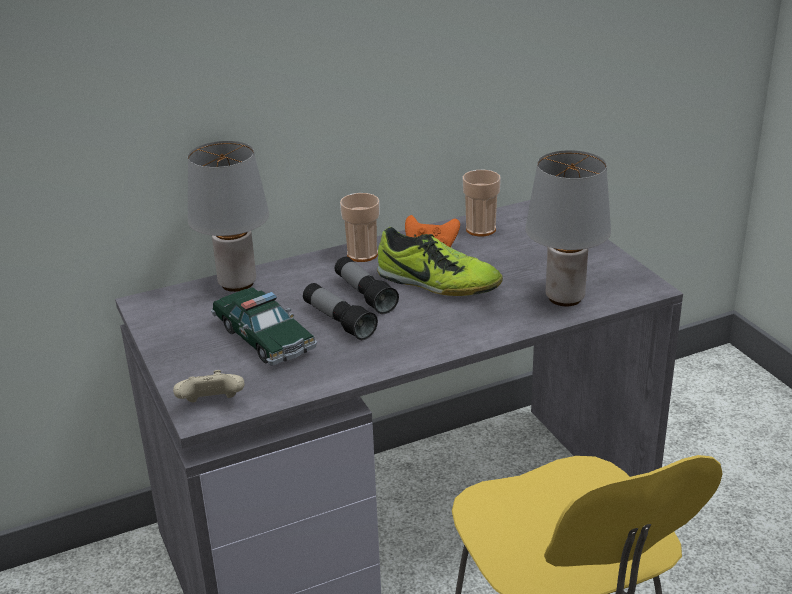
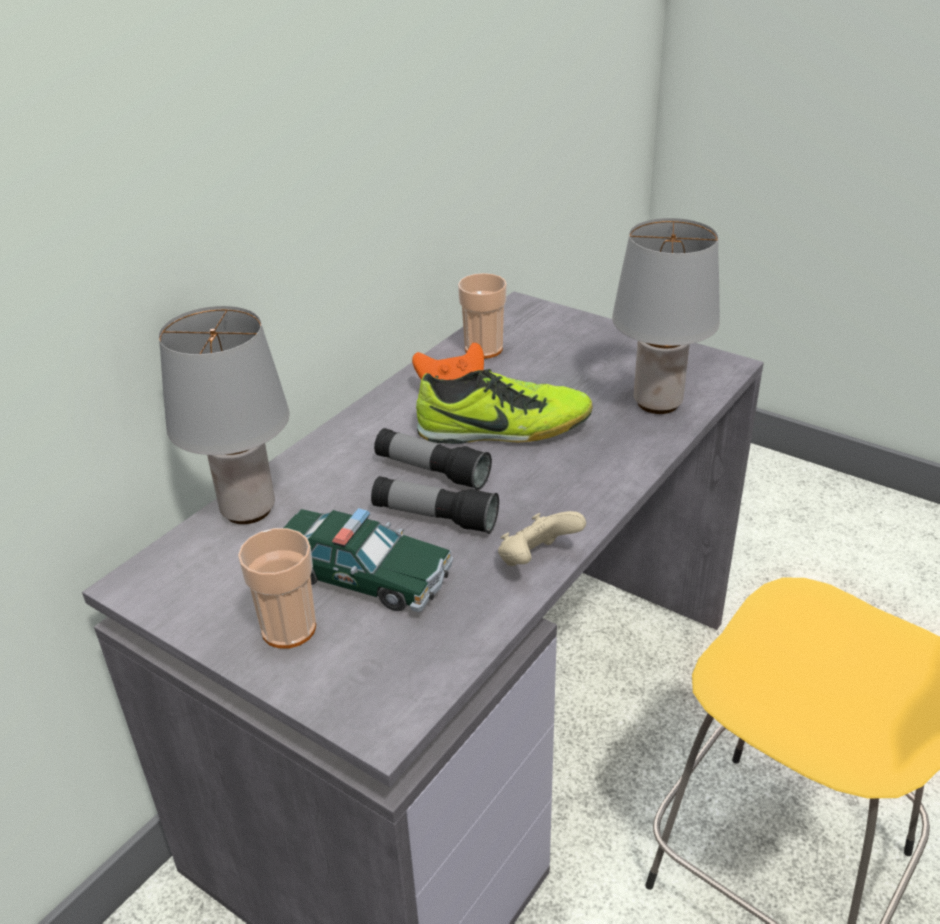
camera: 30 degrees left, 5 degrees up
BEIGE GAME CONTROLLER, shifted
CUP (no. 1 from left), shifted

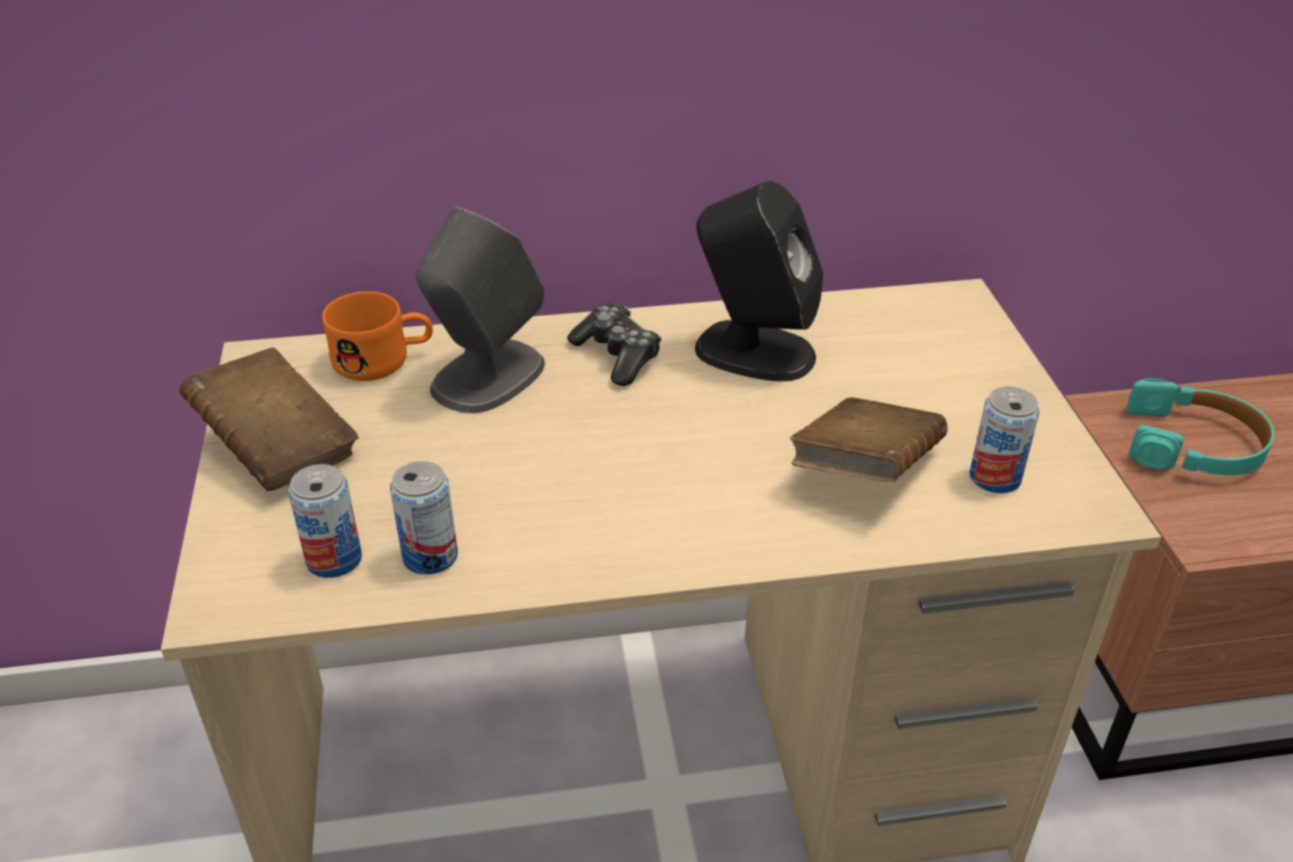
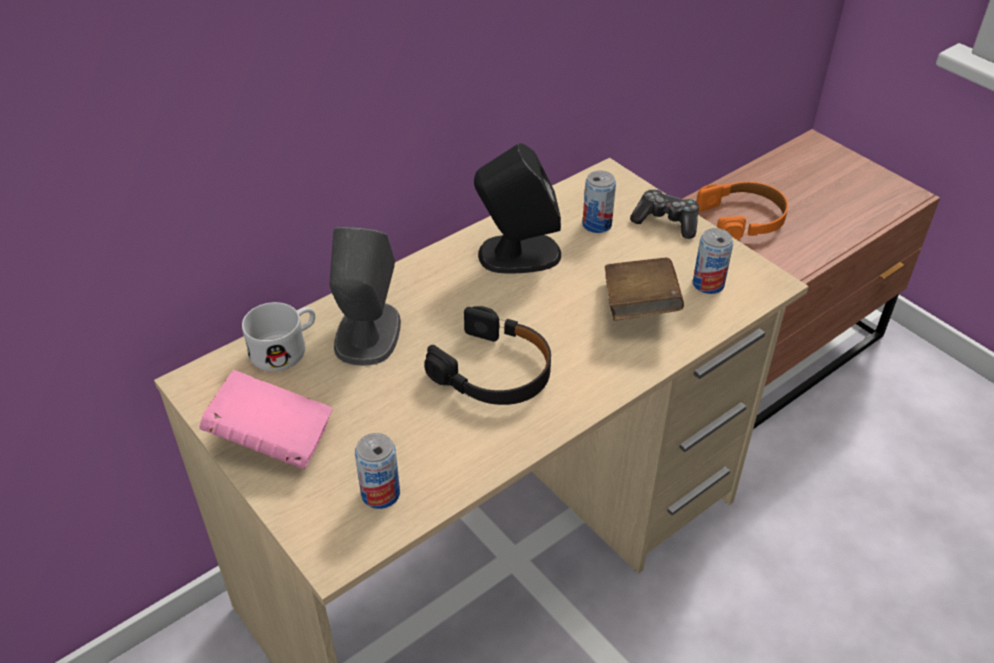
camera: 30 degrees left, 5 degrees up
none -> BLACK HEADPHONES
CAN (no. 2 from left), shifted
GAME CONTROLLER, shifted
BROWN BOOK (no. 1 from left) -> PINK BOOK
ORANGE MUG -> WHITE MUG
TURQUOISE HEADPHONES -> ORANGE HEADPHONES

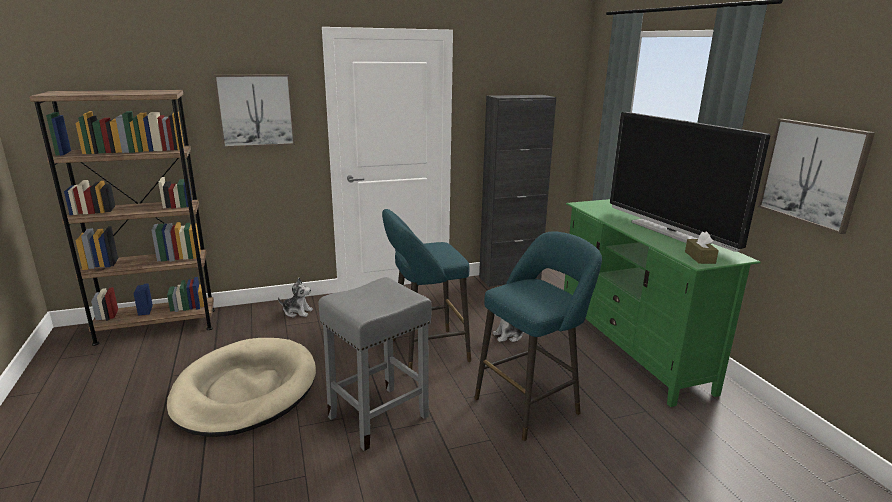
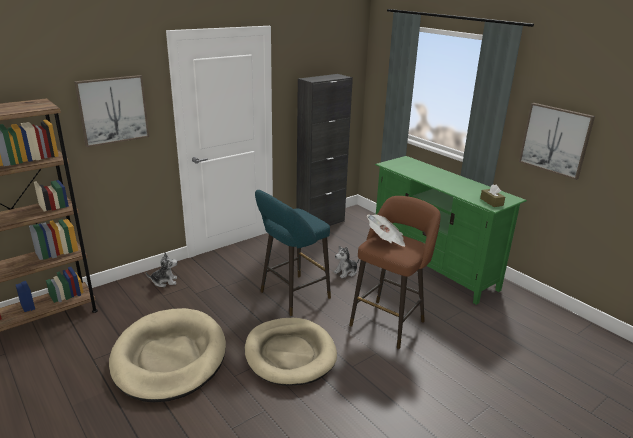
camera: 20 degrees left, 5 degrees up
TELEVISION -> none
none -> NEWSPAPER
GREY STOOL -> BEIGE DOG BED (no. 2 from left)
TURQUOISE STOOL (no. 2 from left) -> BROWN STOOL

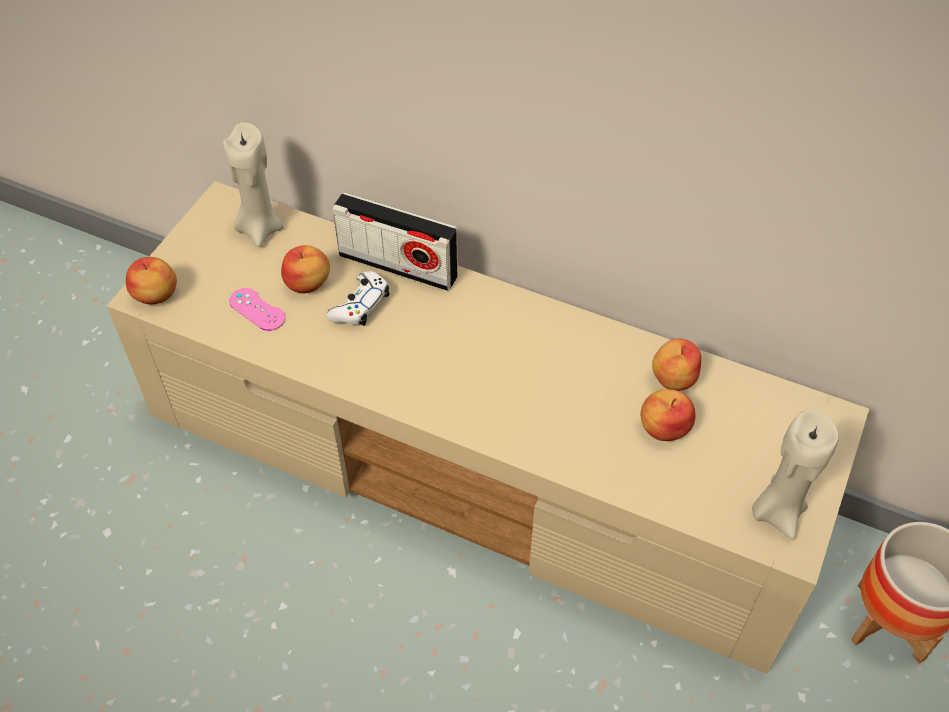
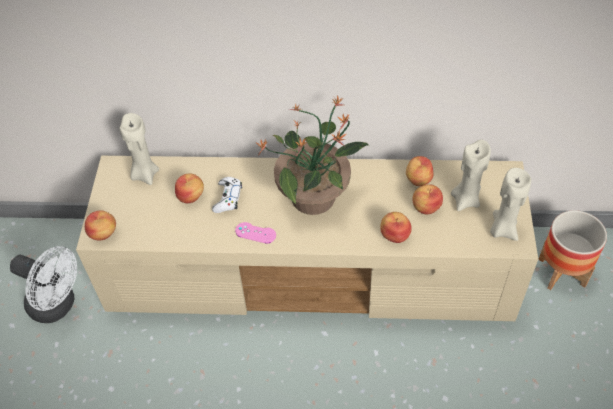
camera: 20 degrees left, 0 degrees up
RADIO -> none
none -> WHITE FAN
none -> POTTED PLANT
none -> APPLE (no. 3 from left)
none -> BEIGE CANDLE (no. 2 from left)
PINK GAME CONTROLLER, shifted

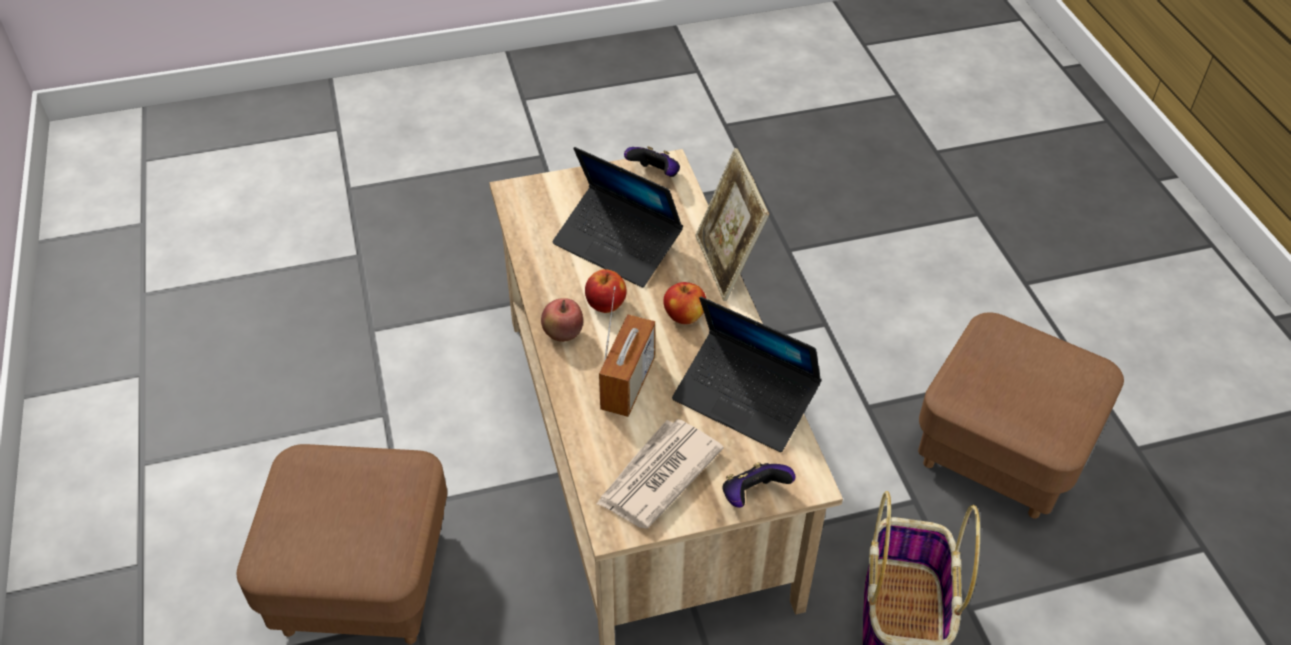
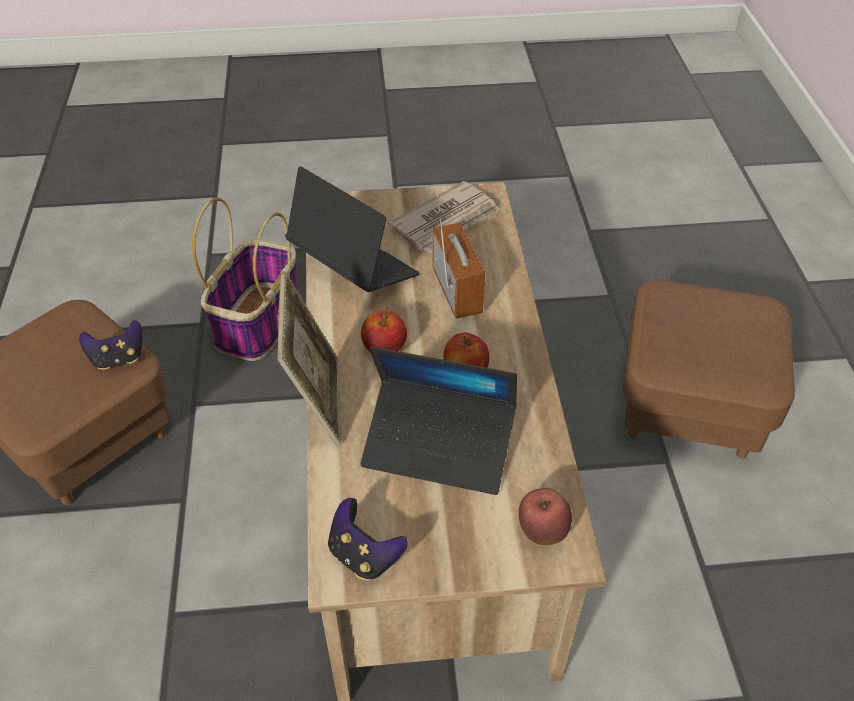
camera: 170 degrees left, 0 degrees up
APPLE (no. 1 from left in the first image) -> APPLE (no. 3 from left), shifted
GAME CONTROLLER (no. 2 from left in the first image) -> GAME CONTROLLER (no. 1 from left), shifted
LAPTOP (no. 1 from left in the first image) -> LAPTOP (no. 2 from left), 150 degrees clockwise
RADIO, 135 degrees clockwise

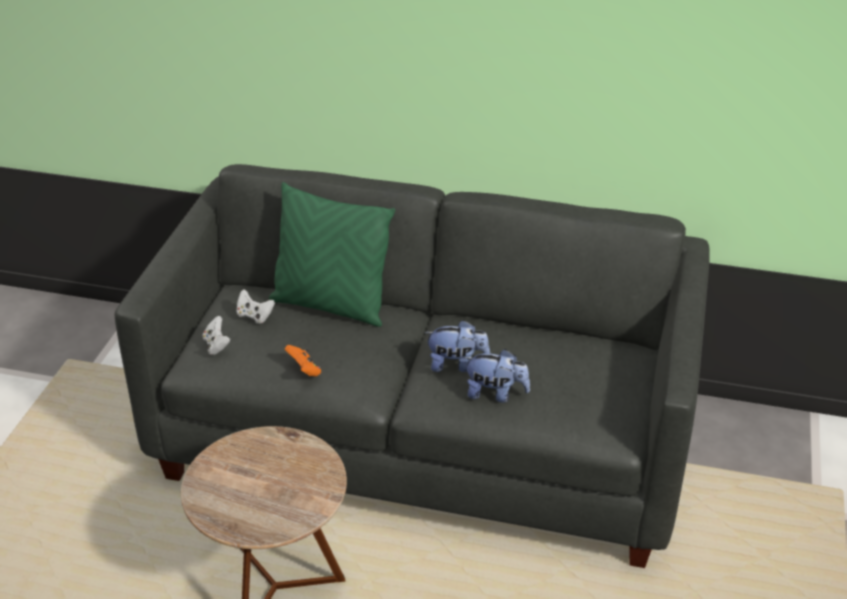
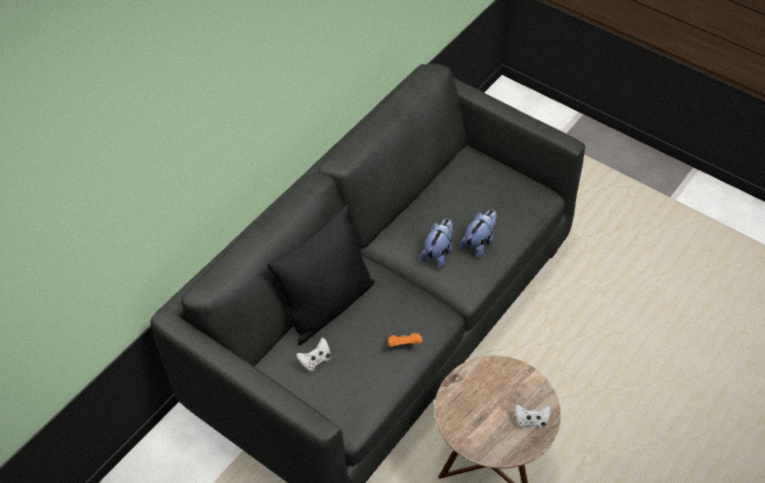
camera: 65 degrees left, 15 degrees up
WHITE GAME CONTROLLER (no. 1 from left in the first image) -> WHITE GAME CONTROLLER (no. 2 from left), shifted
GREEN PILLOW -> BLACK PILLOW

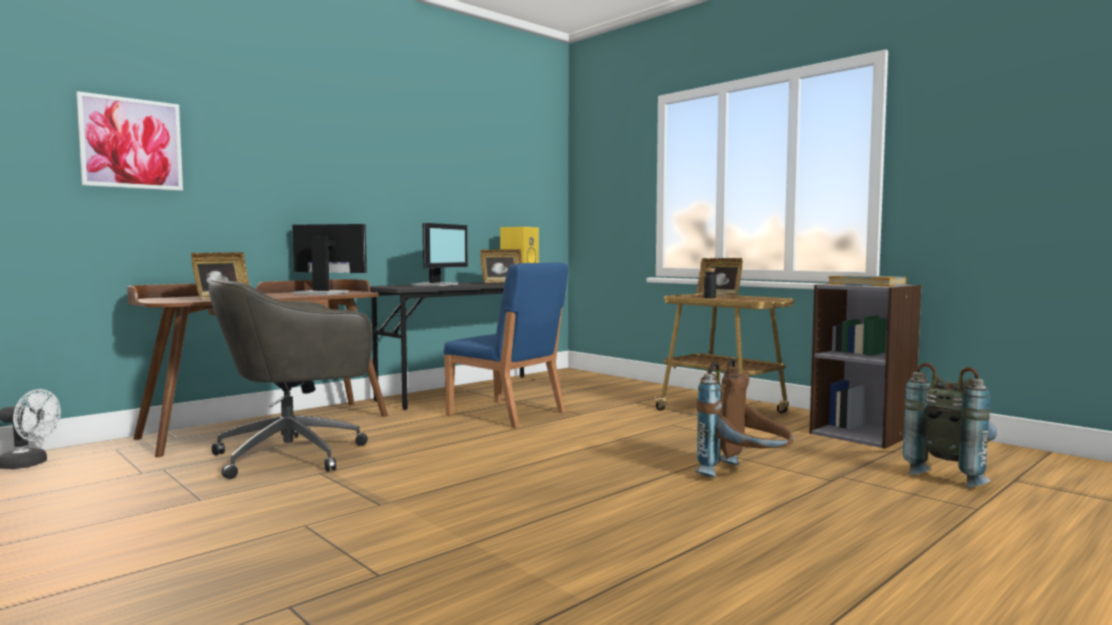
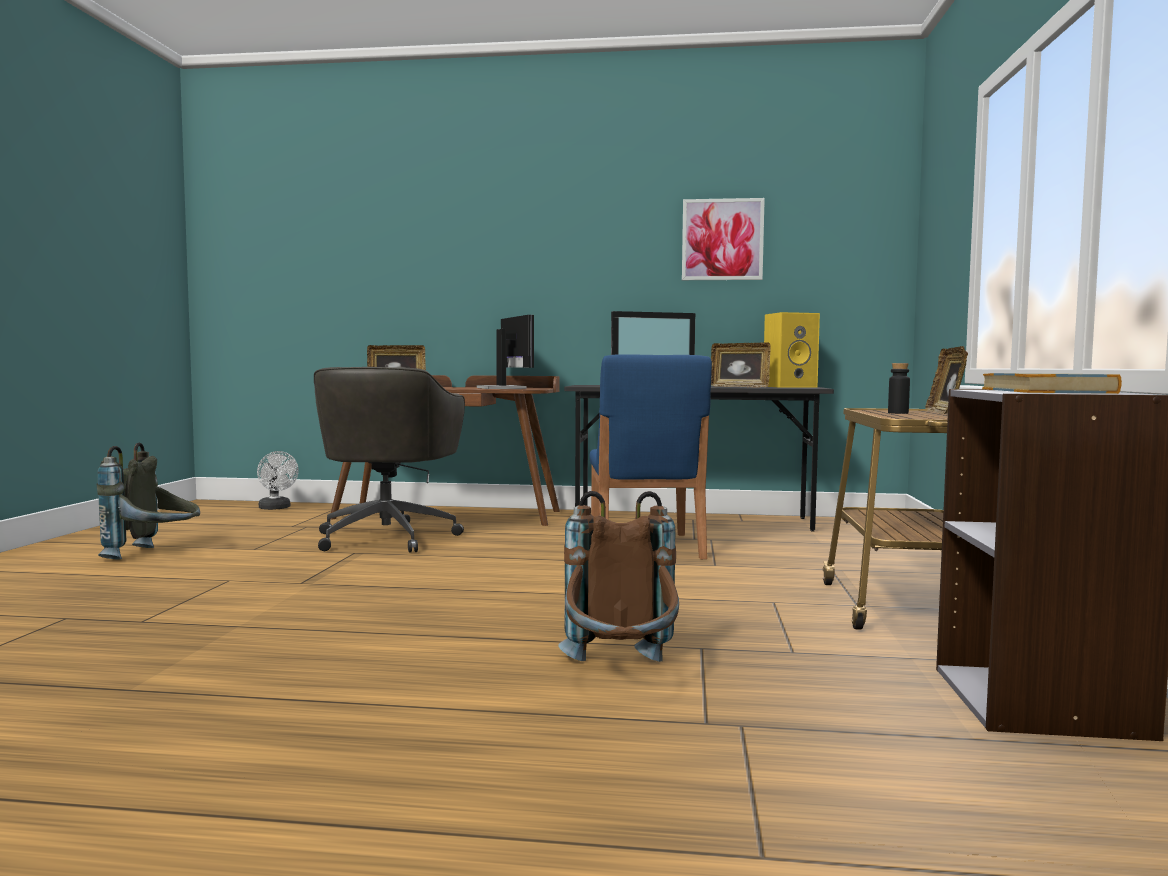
camera: 50 degrees right, 0 degrees up
PICTURE, shifted
GREY BACKPACK, shifted
GREY OFFICE CHAIR, 105 degrees counterclockwise

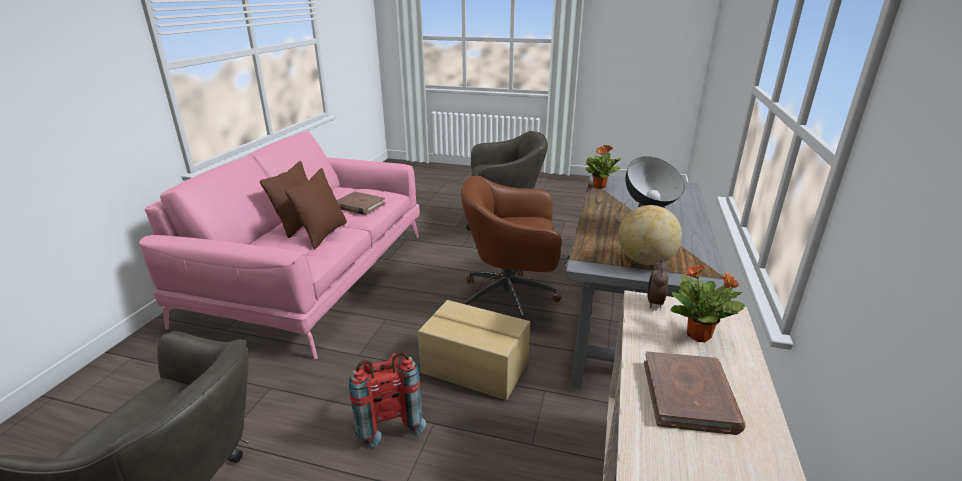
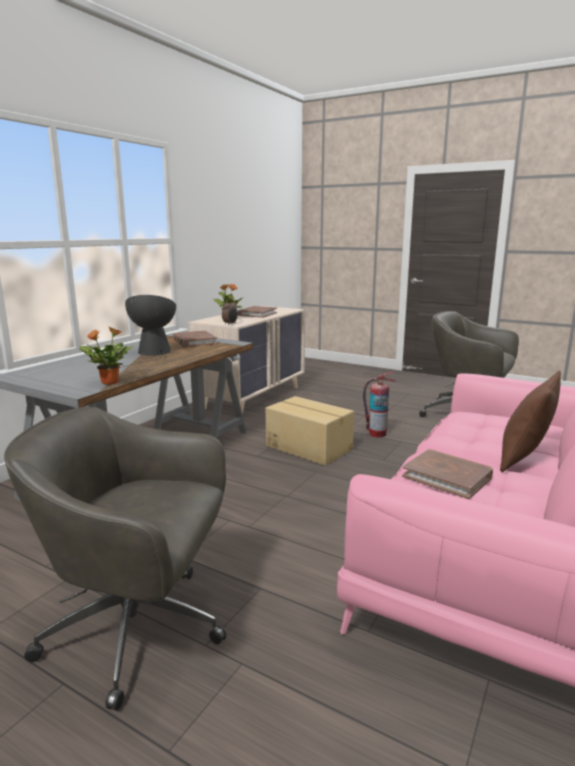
camera: 165 degrees left, 10 degrees down
BROWN PILLOW (no. 2 from left) -> none
BROWN OFFICE CHAIR -> none
RED BACKPACK -> FIRE EXTINGUISHER
GLOBE -> BROWN BOOK (no. 1 from left)

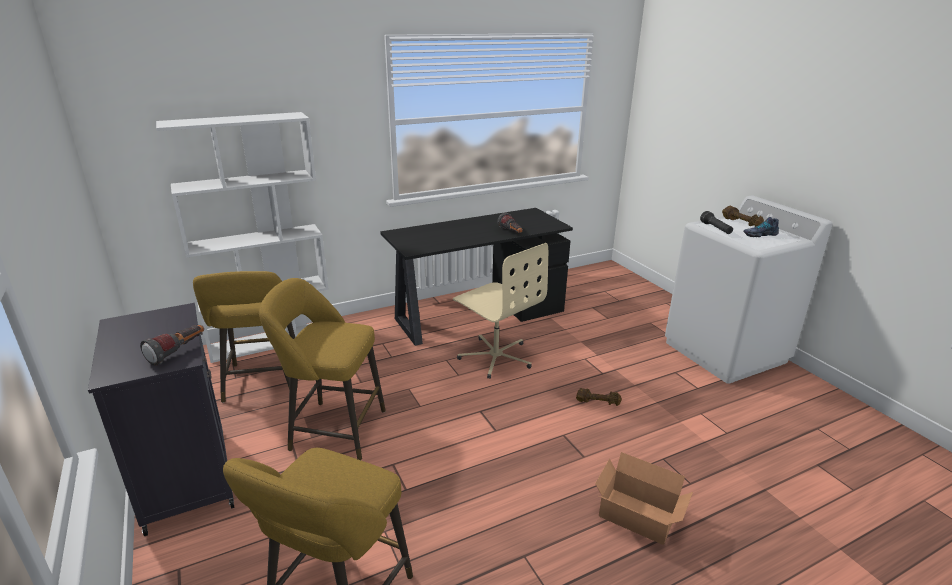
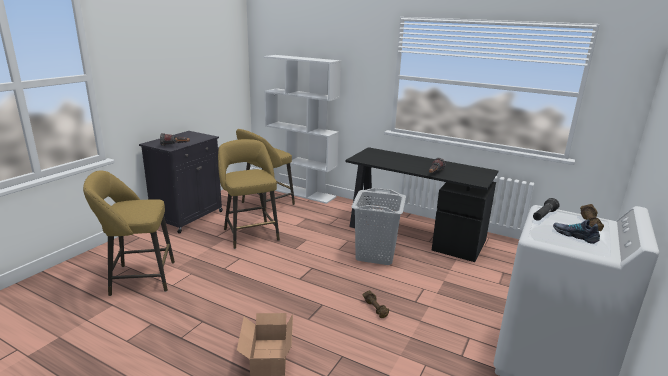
camera: 55 degrees right, 5 degrees down
BEIGE OFFICE CHAIR -> GREY LAUNDRY BASKET

